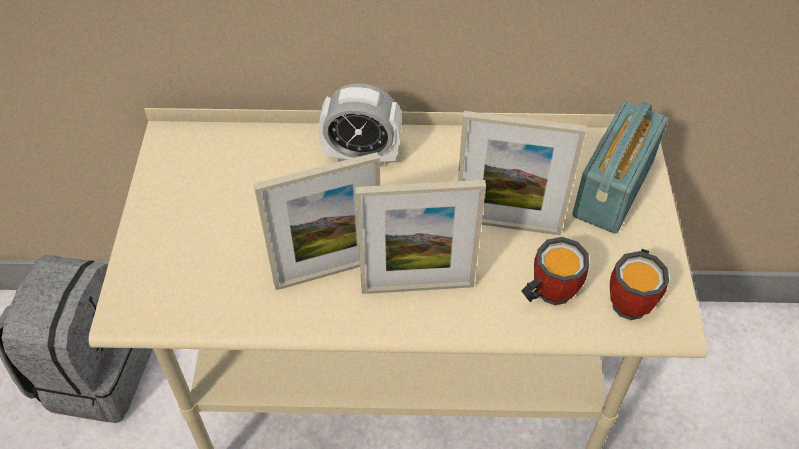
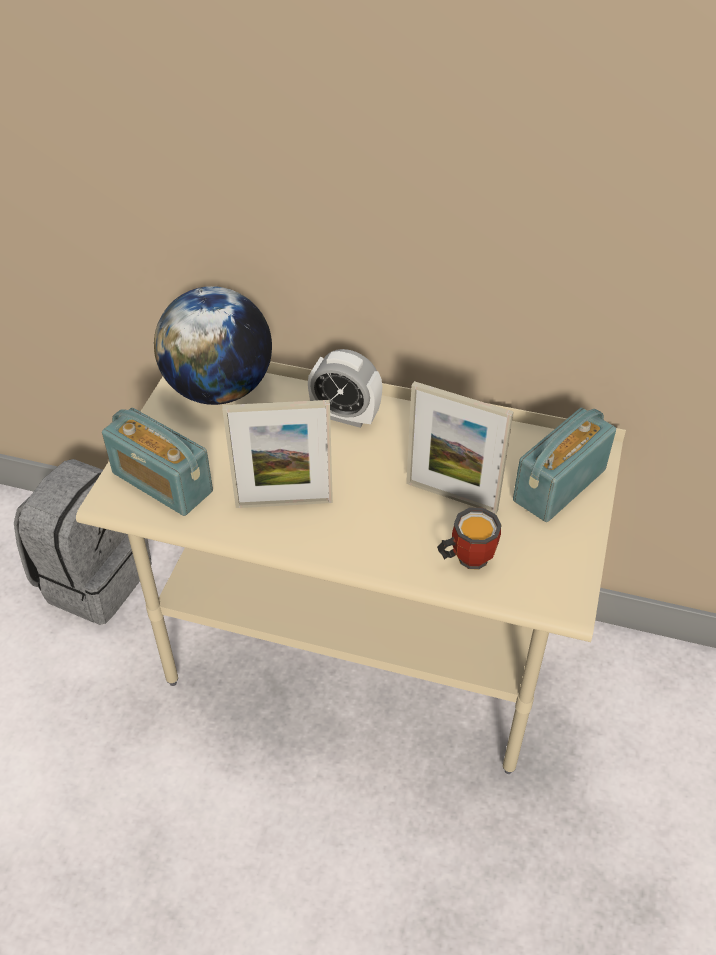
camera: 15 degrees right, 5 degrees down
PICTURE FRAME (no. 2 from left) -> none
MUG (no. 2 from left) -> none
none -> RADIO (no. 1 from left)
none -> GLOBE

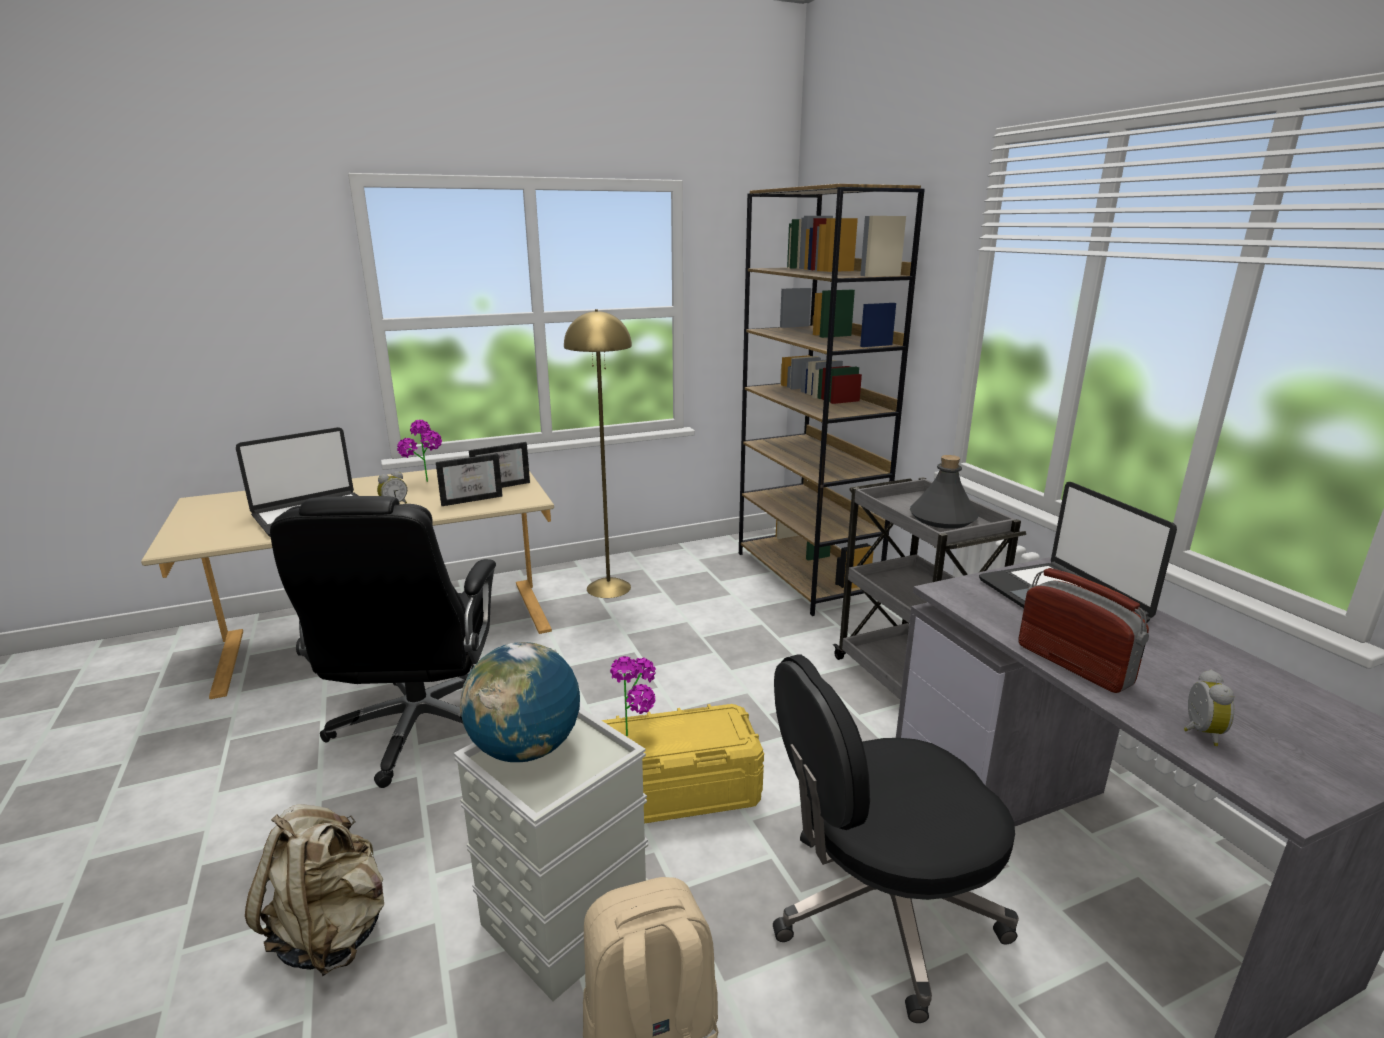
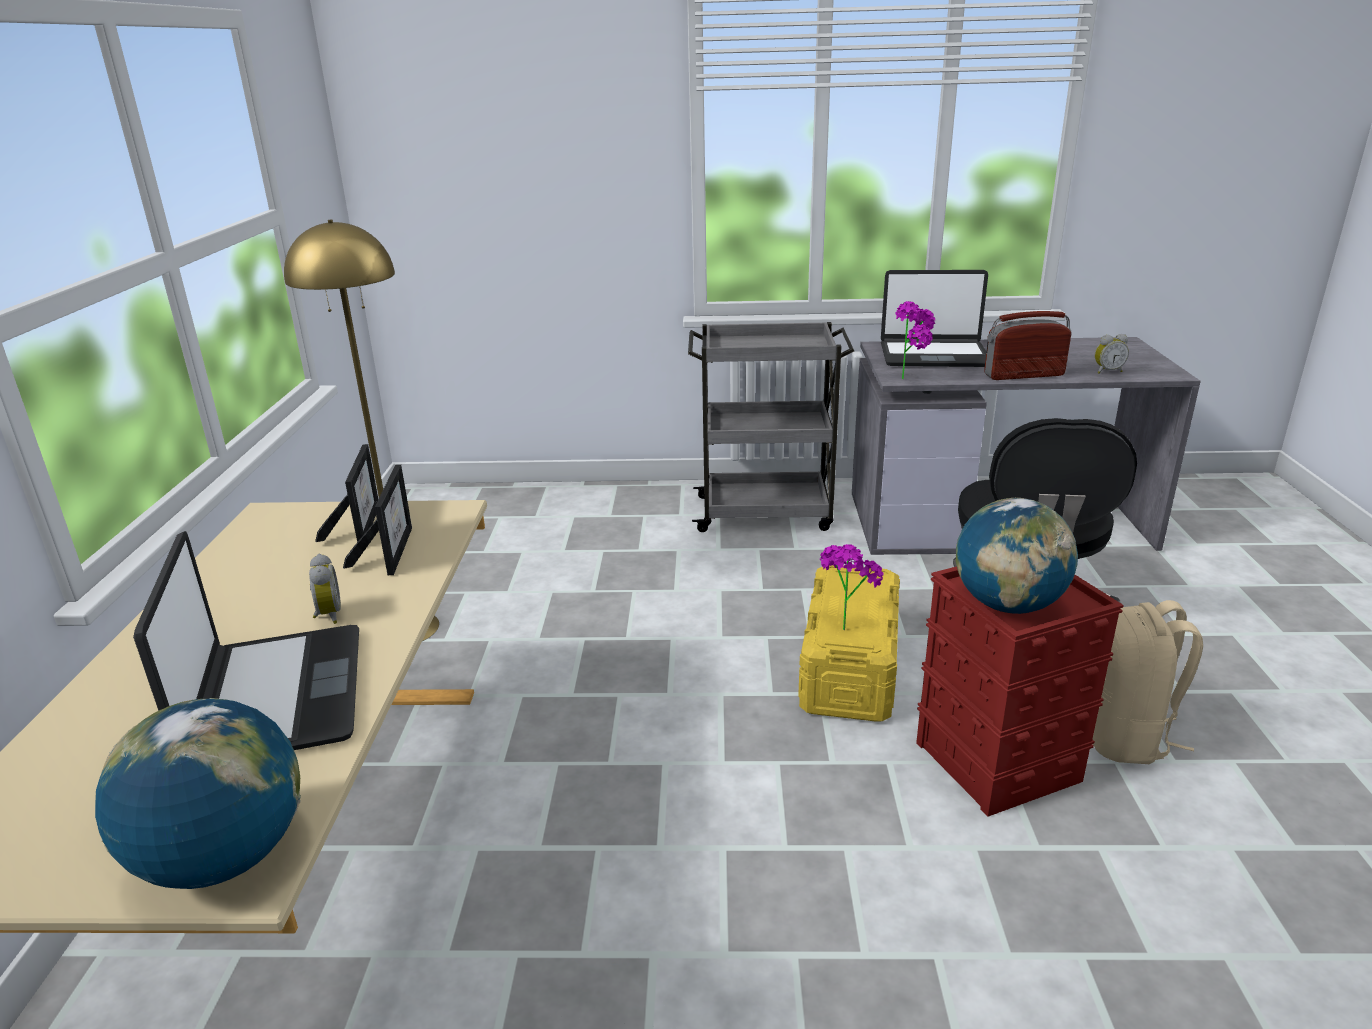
camera: 65 degrees left, 5 degrees up
BEIGE BACKPACK (no. 1 from left) -> none
BLACK OFFICE CHAIR (no. 1 from left) -> none
BROWN BOOKCASE -> none
GREY BOTTLE -> none
none -> GLOBE (no. 1 from left)
POTTED PLANT (no. 1 from left in the first image) -> POTTED PLANT (no. 2 from left), shifted
GREY STORAGE BOX -> RED STORAGE BOX
ALARM CLOCK (no. 2 from left), 135 degrees clockwise

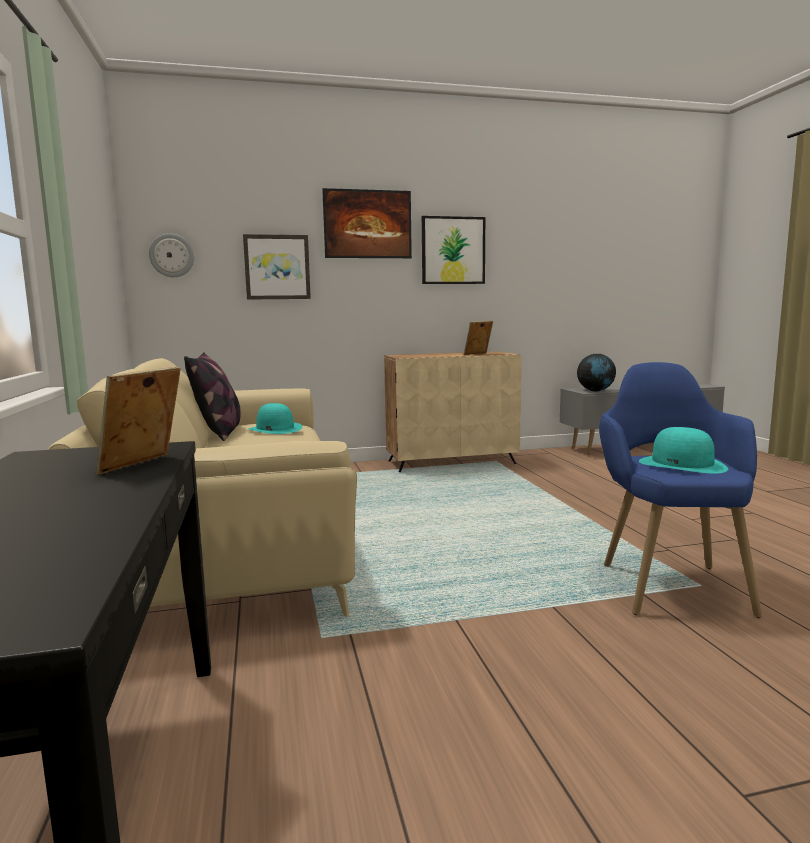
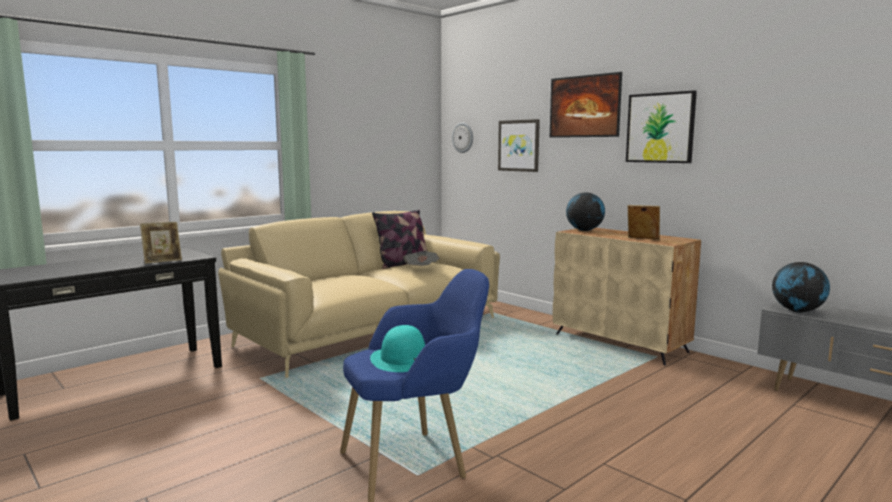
camera: 60 degrees right, 0 degrees up
none -> GLOBE (no. 1 from left)
TURQUOISE HAT (no. 1 from left) -> NEWSPAPER
PICTURE FRAME (no. 1 from left), 150 degrees clockwise

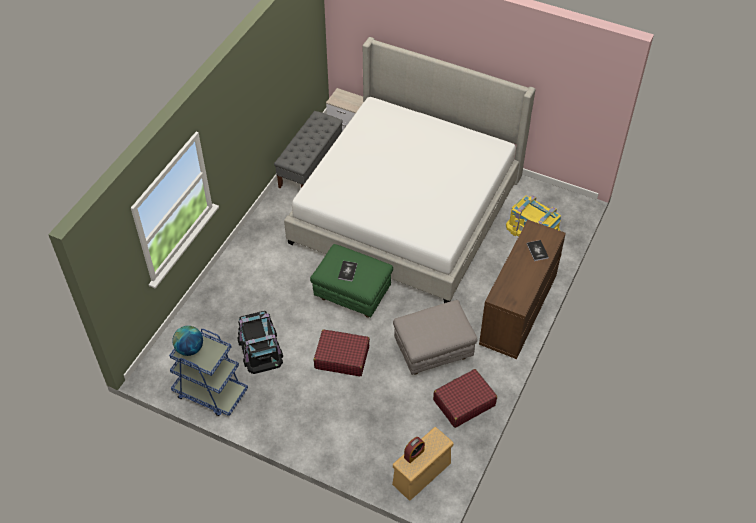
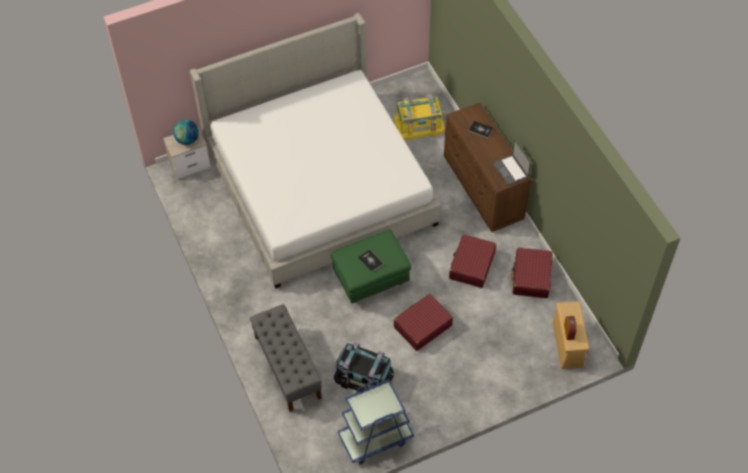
camera: 50 degrees left, 5 degrees up
none -> LAPTOP
GLOBE, shifted
GREY BENCH, shifted
GREY OTTOMAN -> RED SUITCASE (no. 2 from left)

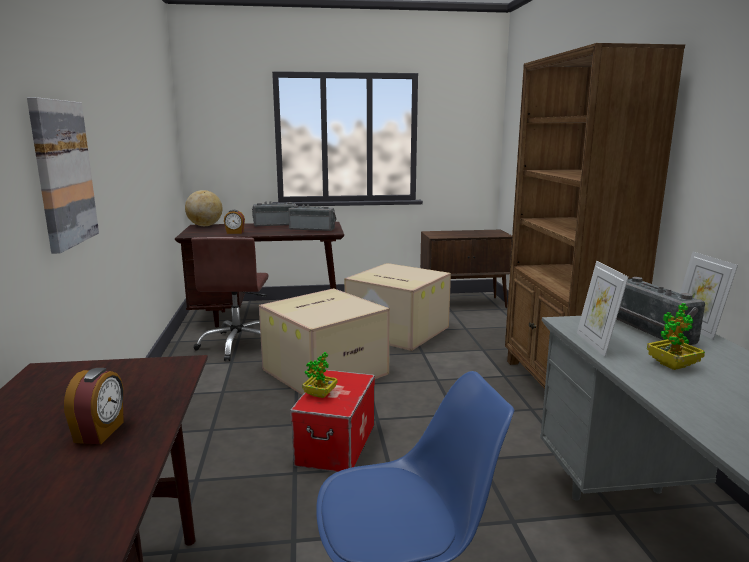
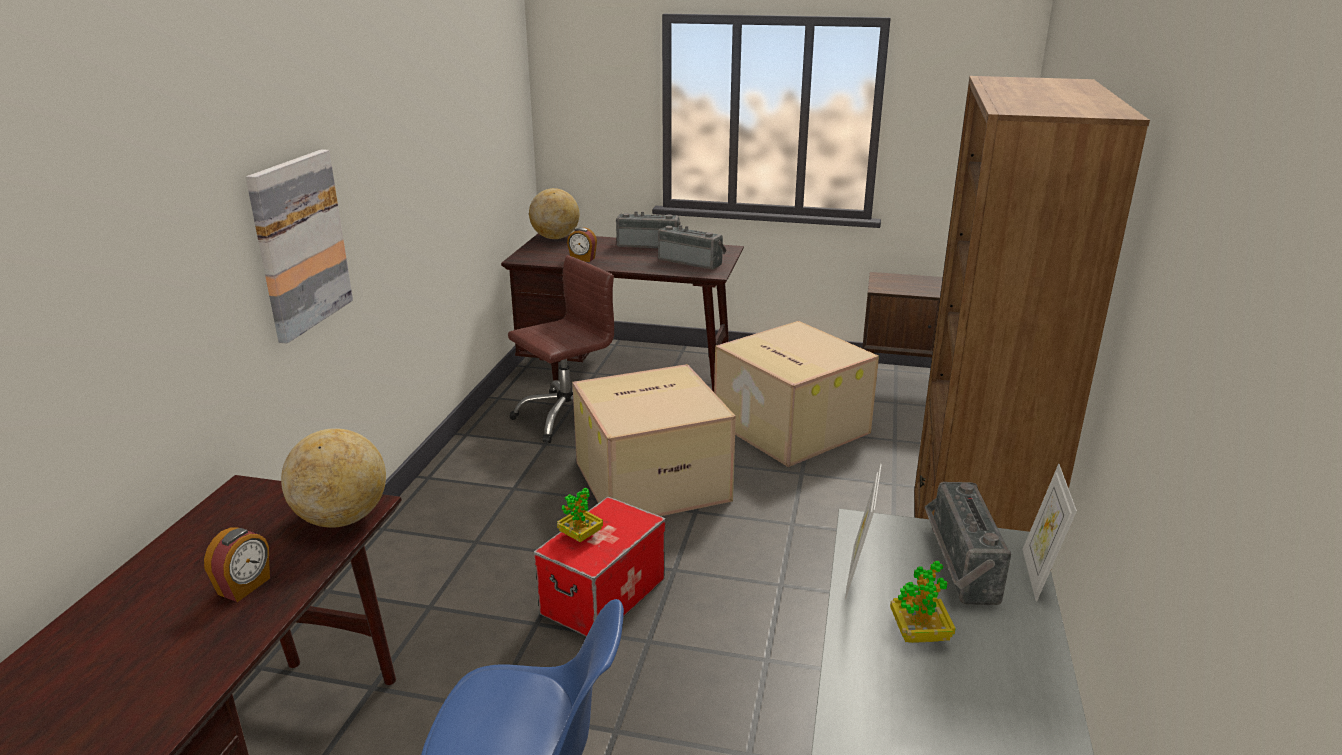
camera: 20 degrees right, 10 degrees up
none -> GLOBE (no. 1 from left)
BROWN OFFICE CHAIR, 150 degrees counterclockwise

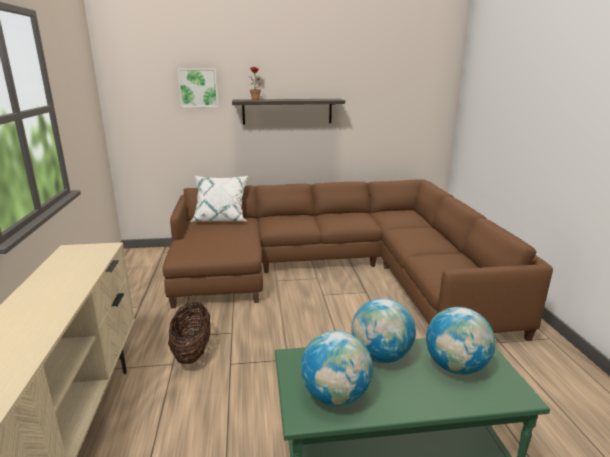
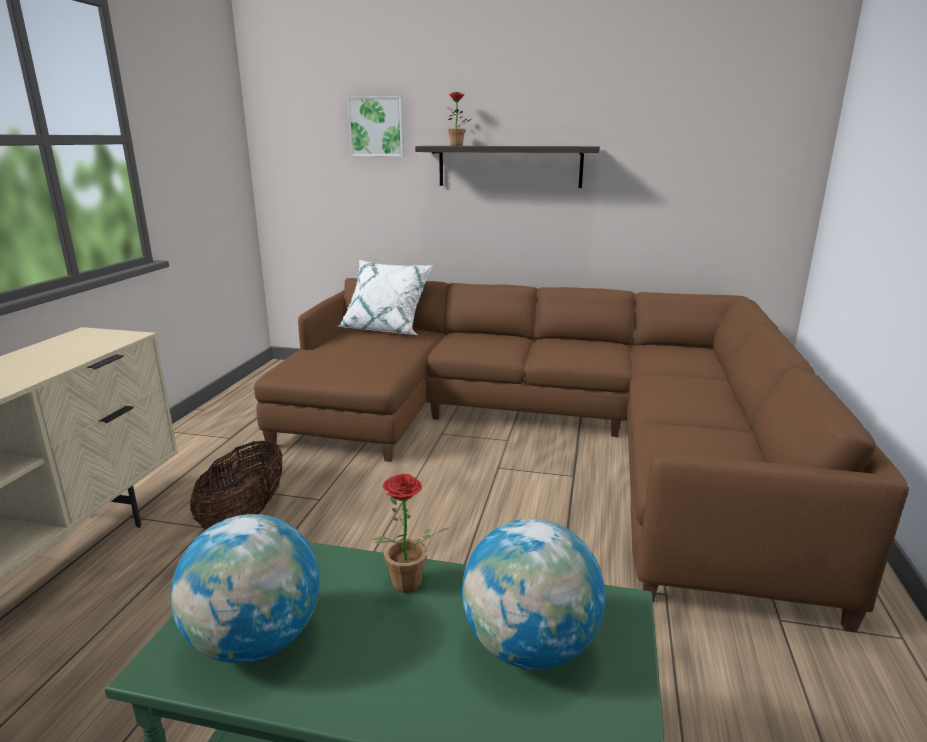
camera: 20 degrees right, 0 degrees up
GLOBE (no. 2 from left) -> POTTED PLANT (no. 1 from left)

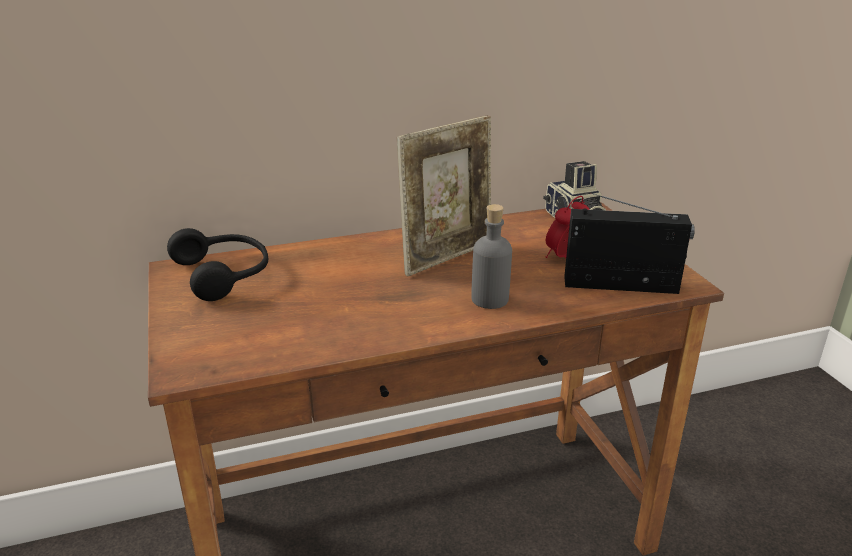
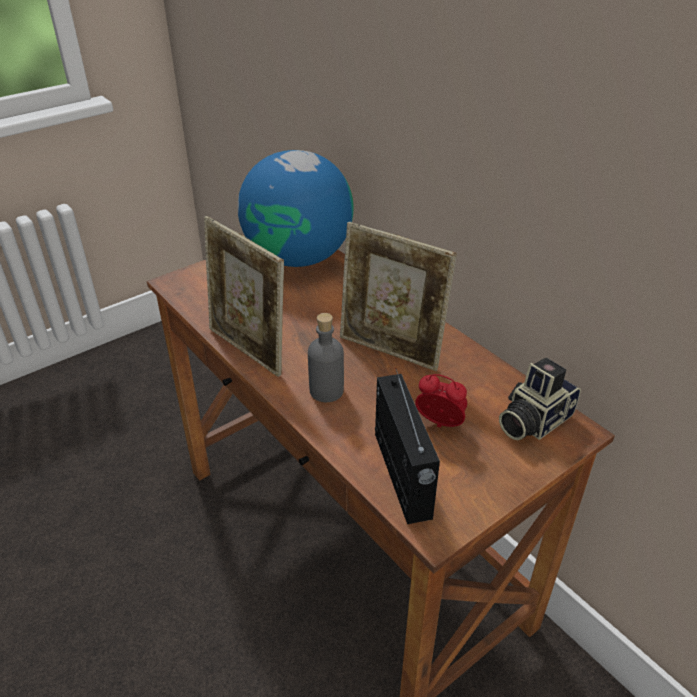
camera: 70 degrees right, 10 degrees up
none -> PICTURE FRAME (no. 1 from left)
BLACK HEADPHONES -> GLOBE

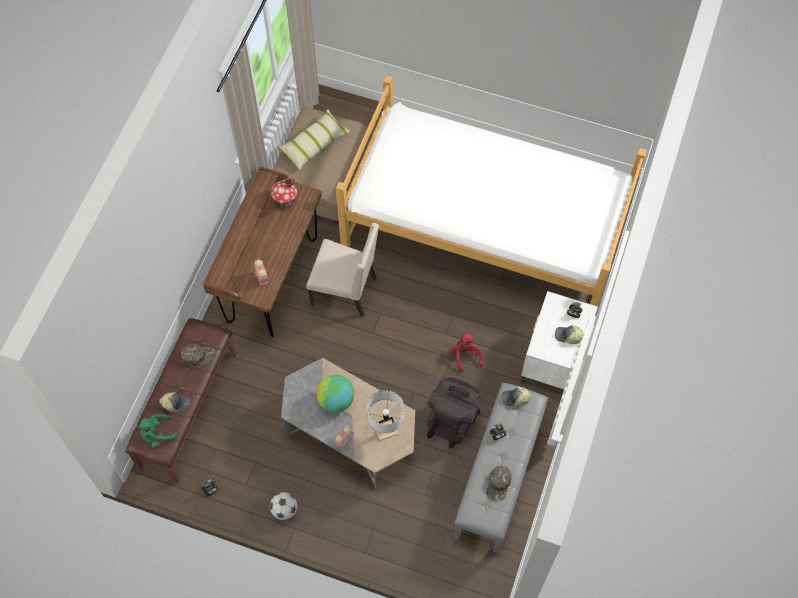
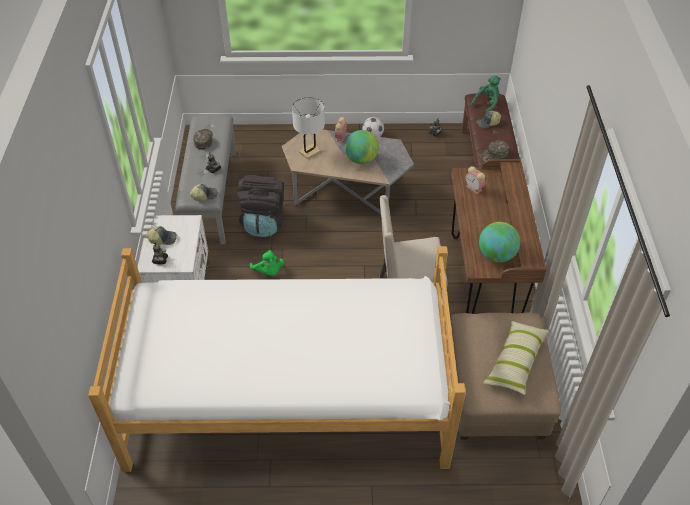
camera: 160 degrees right, 15 degrees down
TOY HOUSE -> GLOBE (no. 2 from left)
RED PLUSH TOY -> GREEN PLUSH TOY (no. 1 from left)

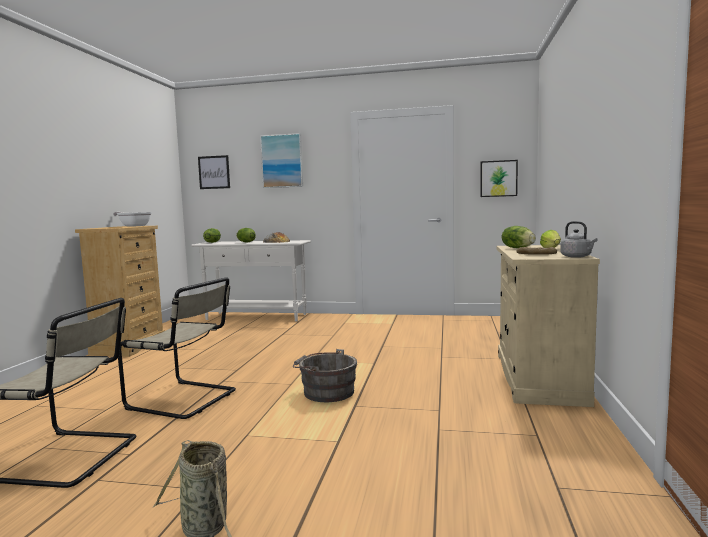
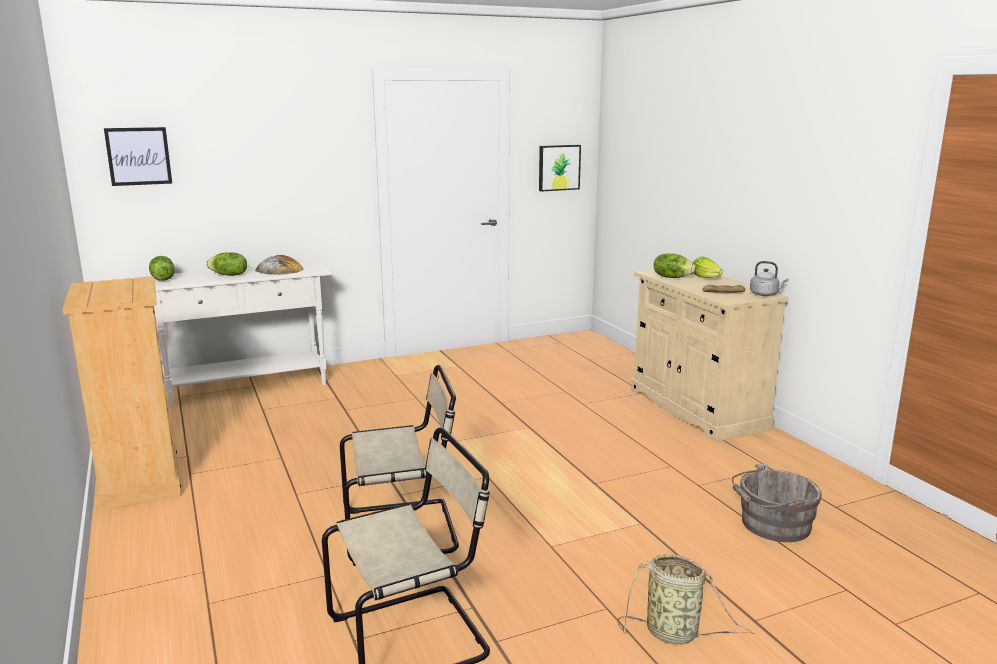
camera: 35 degrees left, 10 degrees up
FRYING PAN -> none
PICTURE (no. 2 from left) -> none
GREY BUCKET, shifted

